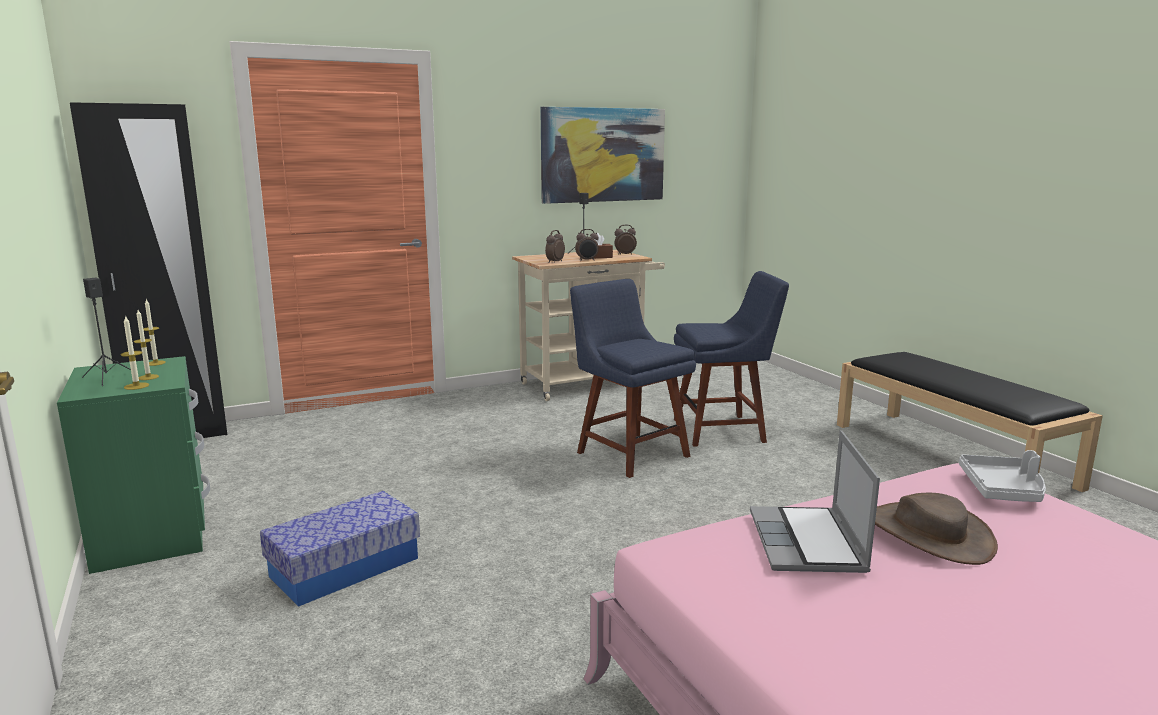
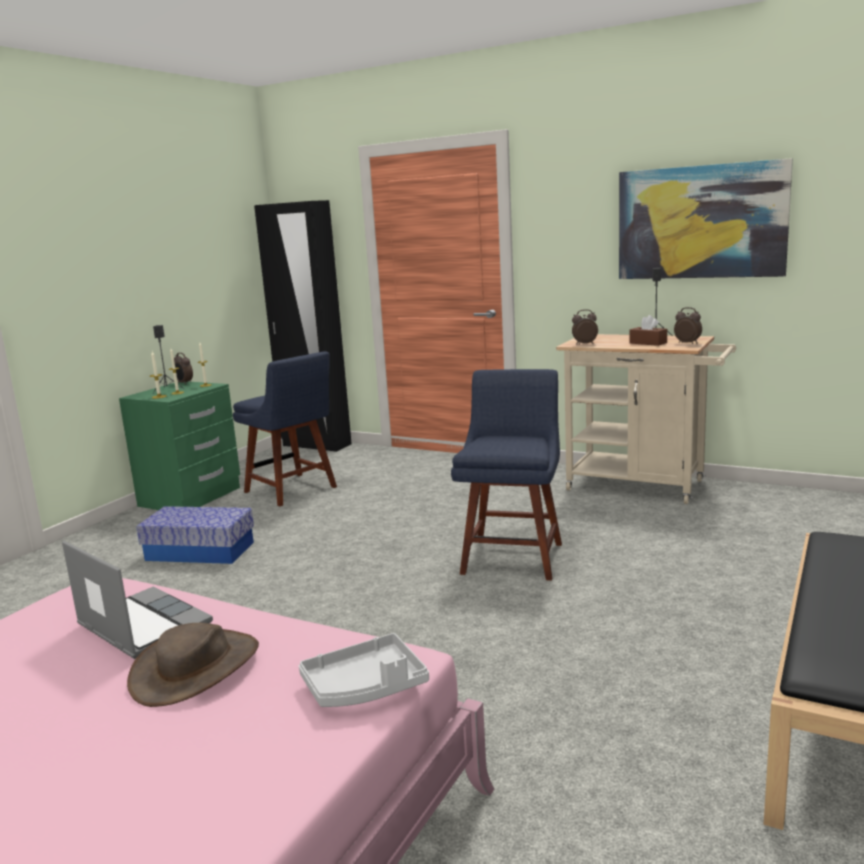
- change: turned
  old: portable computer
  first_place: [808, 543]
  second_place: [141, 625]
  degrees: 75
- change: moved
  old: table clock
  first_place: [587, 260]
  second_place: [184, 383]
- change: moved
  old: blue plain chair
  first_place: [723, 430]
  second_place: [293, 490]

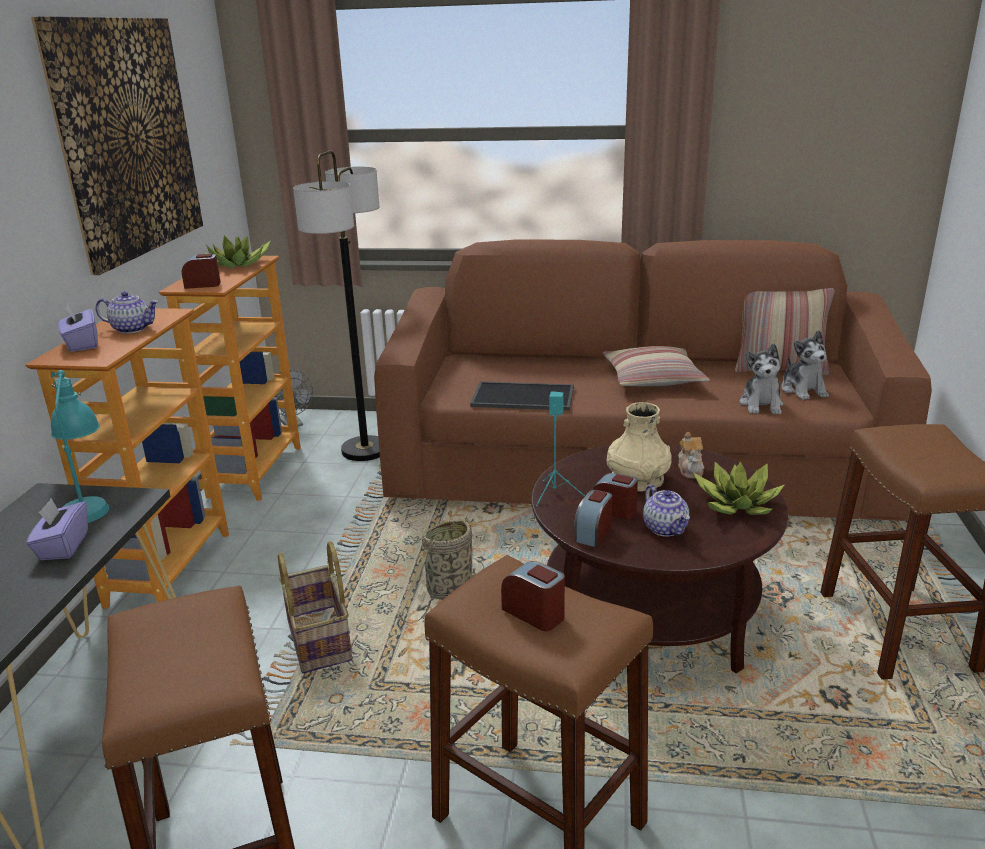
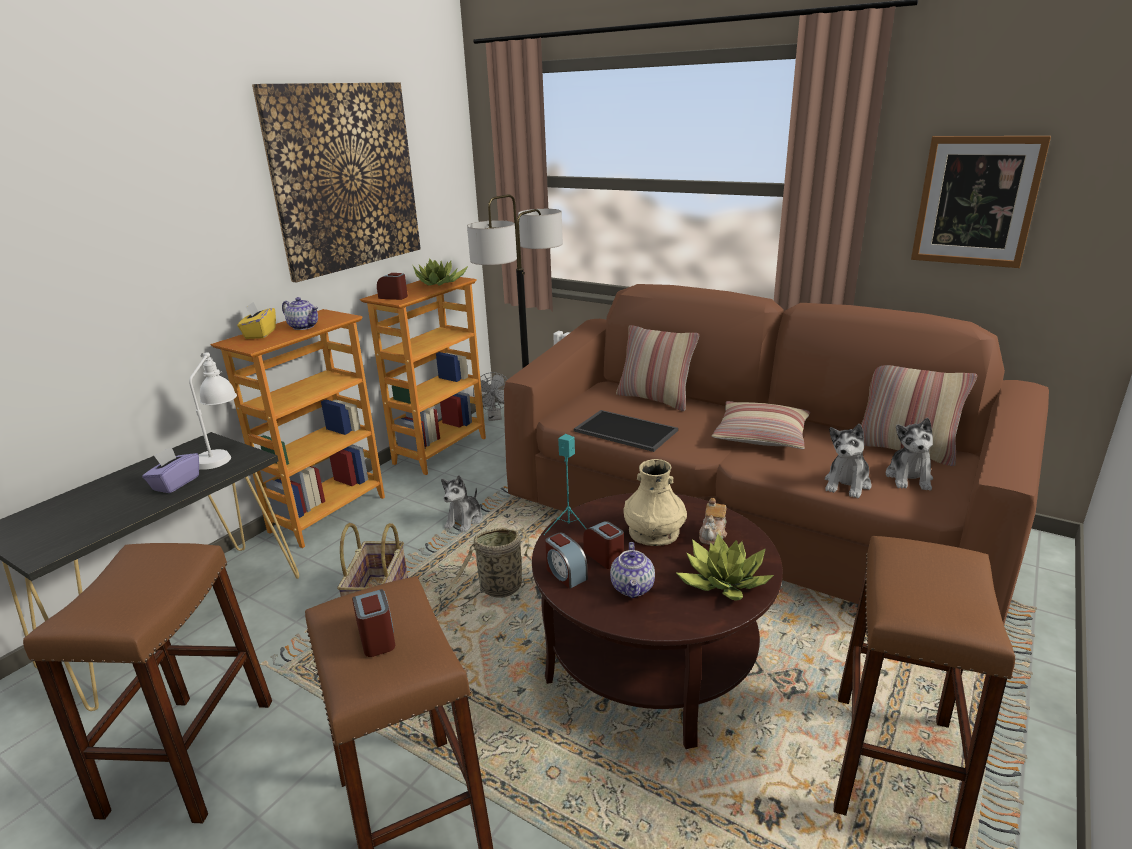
- change: recoloured
  old: turquoise-coloured tabletop lamp
  new: white-coloured tabletop lamp
  first_place: [87, 502]
  second_place: [221, 454]
- change: recoloured
  old: purple-coloured tissue box
  new: yellow-coloured tissue box
  first_place: [82, 344]
  second_place: [260, 334]
- change: added
  new: cuddly toy
  second_place: [464, 520]
- change: turned
  old: table clock
  first_place: [593, 533]
  second_place: [565, 574]
  degrees: -90
- change: added
  new: cushion
  second_place: [655, 399]
- change: added
  new: wall picture
  second_place: [976, 201]

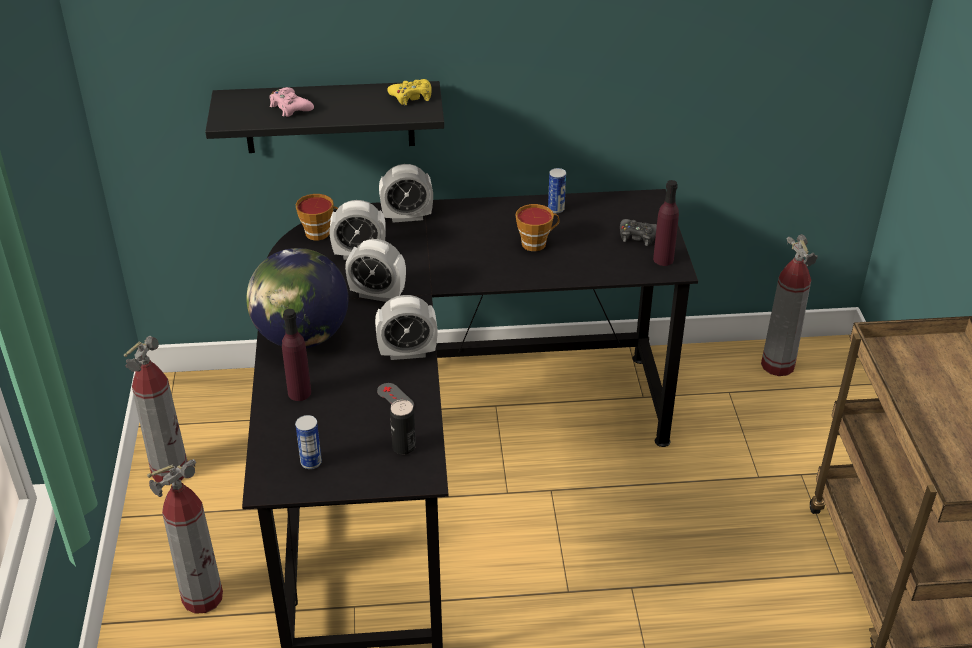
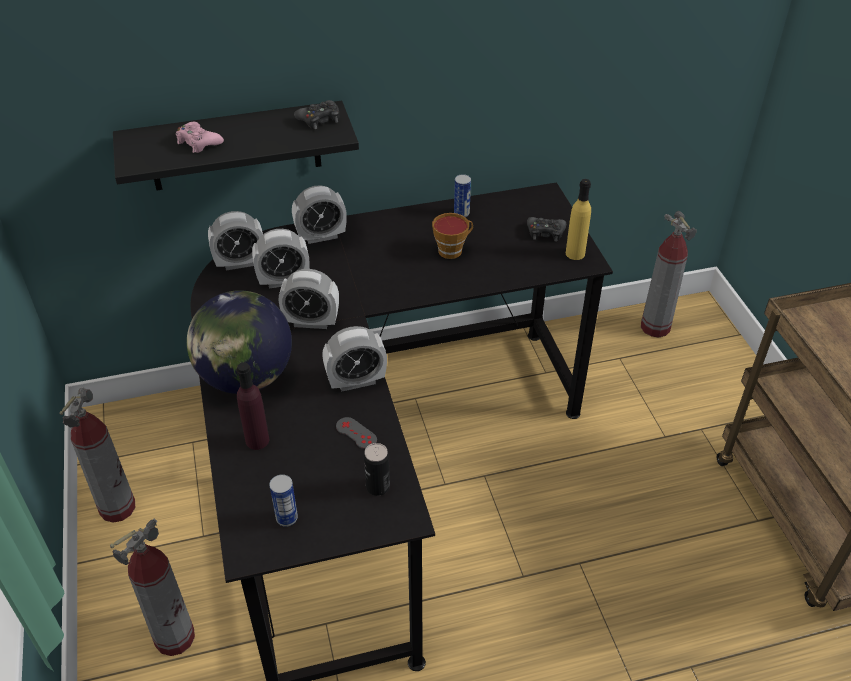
- change: replaced
  old: drinking cup
  new: table clock
  first_place: [321, 233]
  second_place: [240, 263]
- change: recoloured
  old: yellow-coloured game controller
  new: black game controller
  first_place: [412, 97]
  second_place: [319, 120]
- change: recoloured
  old: purple-coloured beverage bottle
  new: yellow-coloured beverage bottle
  first_place: [663, 259]
  second_place: [575, 253]

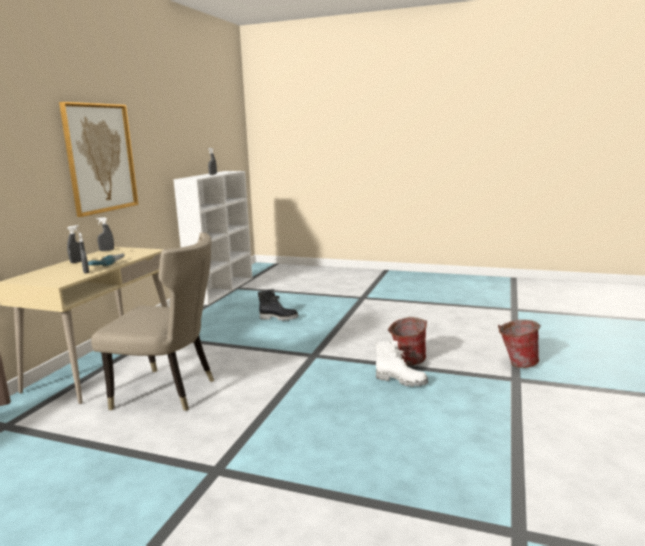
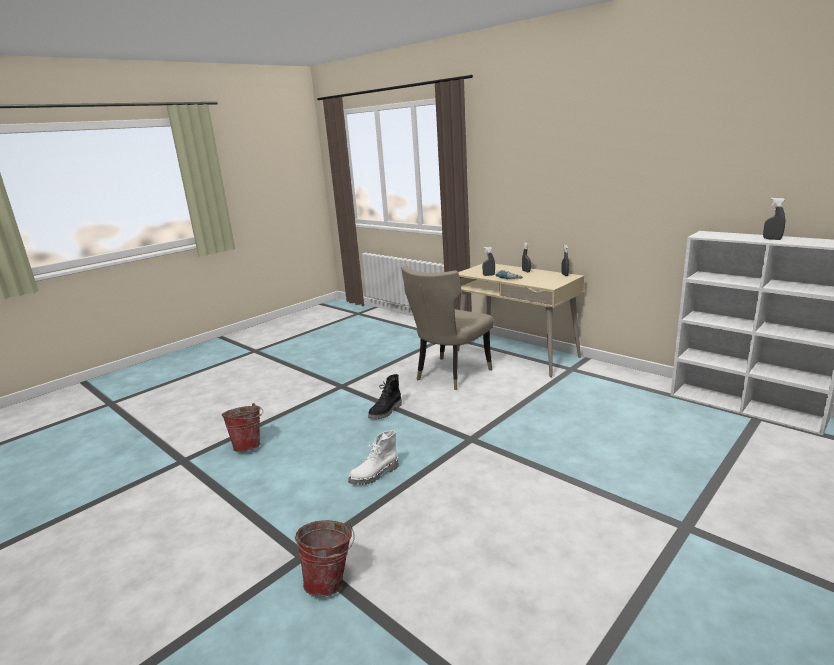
- change: moved
  old: water bucket
  first_place: [407, 362]
  second_place: [249, 445]
- change: moved
  old: black boot
  first_place: [279, 318]
  second_place: [386, 411]
- change: removed
  old: wall picture
  first_place: [100, 158]

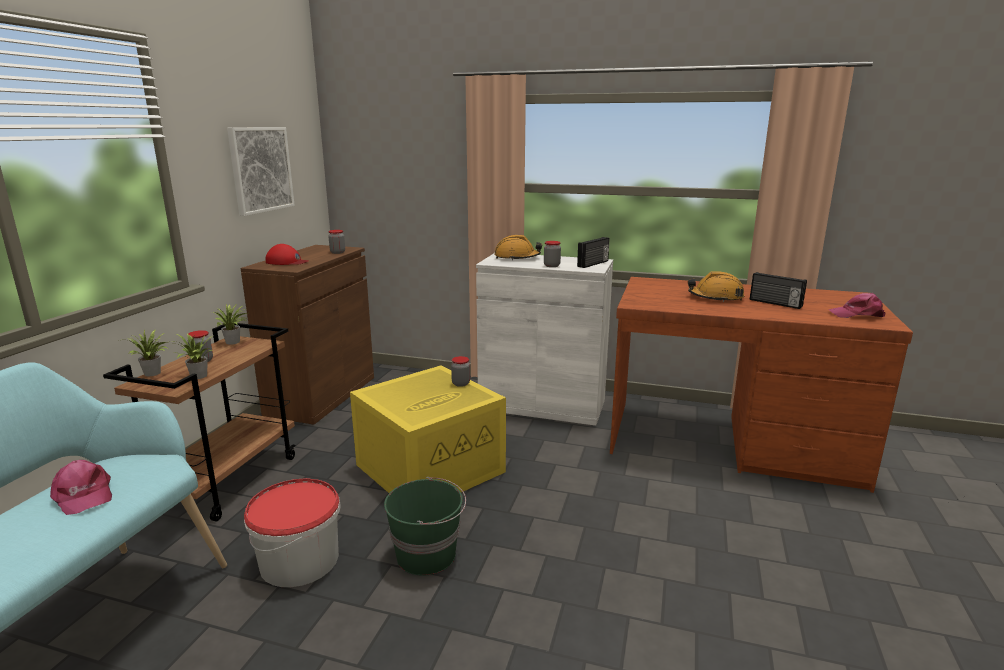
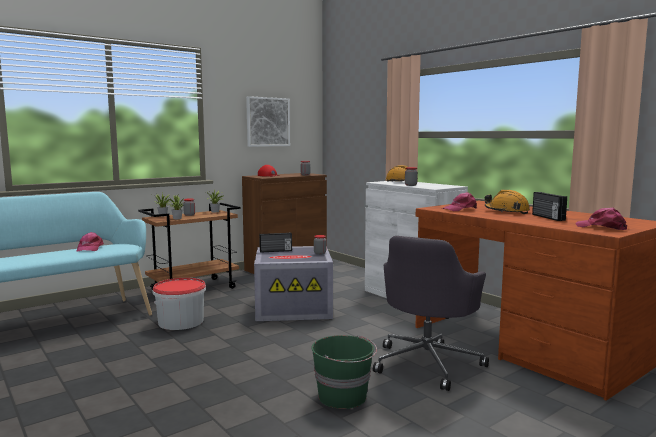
- change: recoloured
  old: yellow-coloured storage container
  new: gray storage container
  first_place: [430, 467]
  second_place: [294, 307]
- change: moved
  old: radio set
  first_place: [593, 264]
  second_place: [275, 251]
- change: moved
  old: green-coloured water bucket
  first_place: [427, 555]
  second_place: [343, 397]
- change: added
  new: gray desk chair
  second_place: [428, 363]
- change: added
  new: pink baseball cap
  second_place: [460, 209]

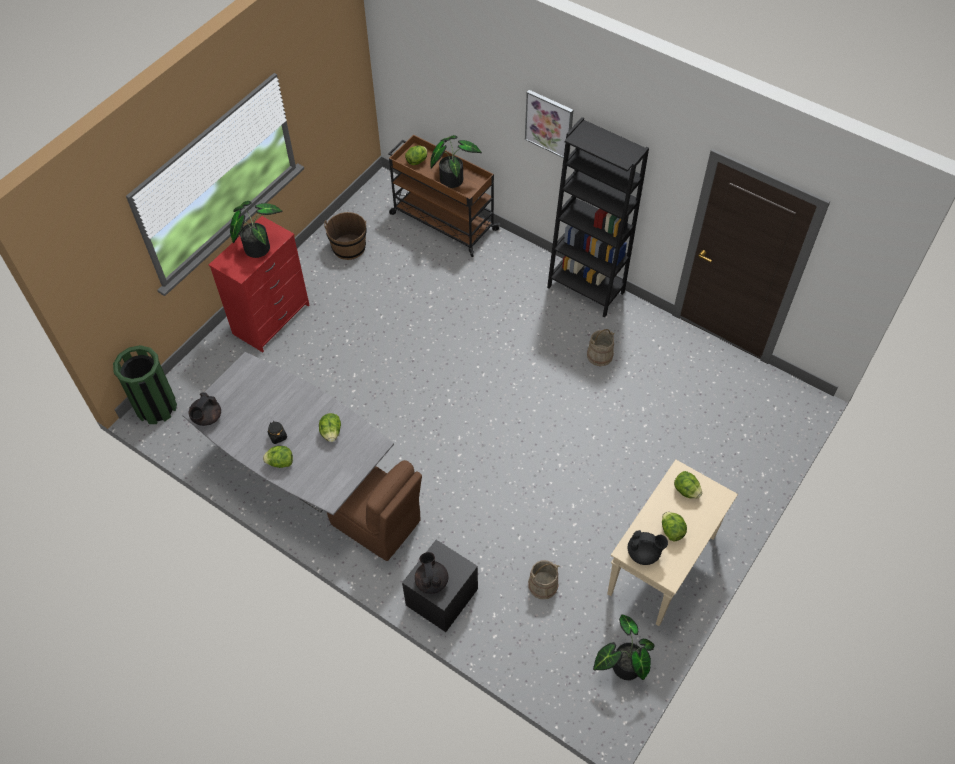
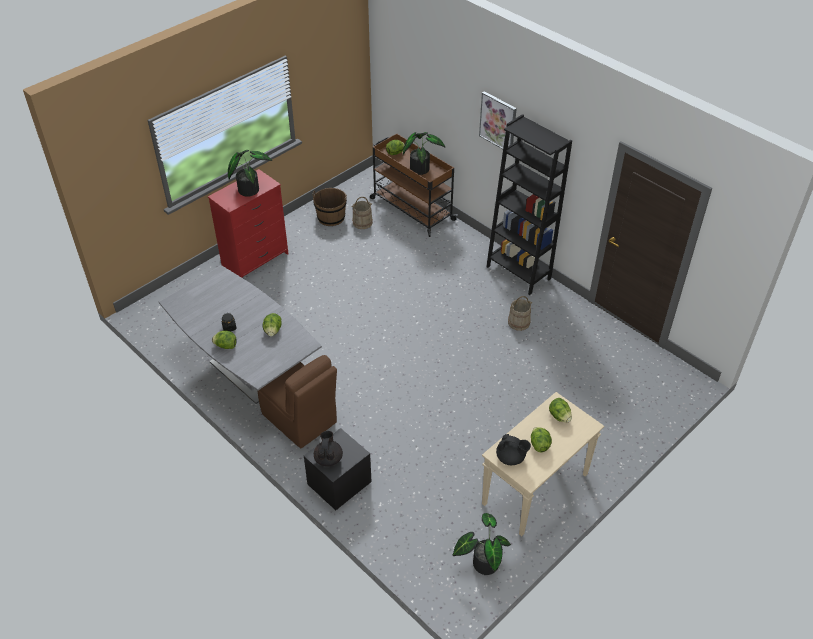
- change: moved
  old: sand-coloured water bucket
  first_place: [543, 585]
  second_place: [362, 222]
- change: removed
  old: green-coloured rubbish bin
  first_place: [156, 407]
- change: removed
  old: black pot for tea
  first_place: [206, 418]

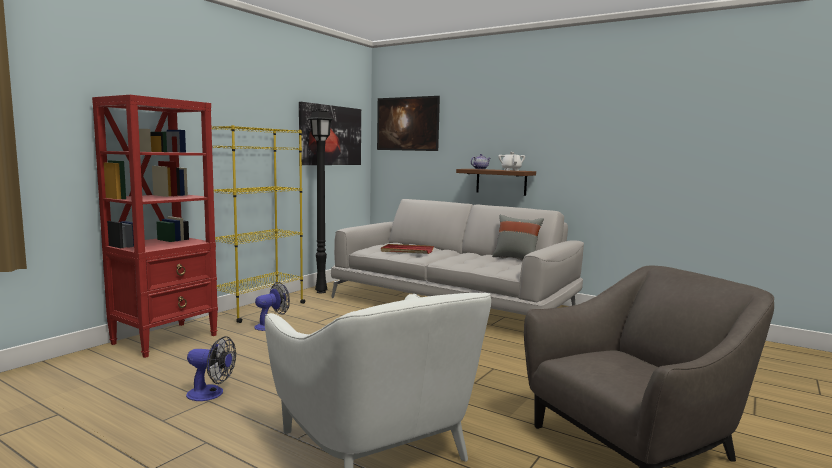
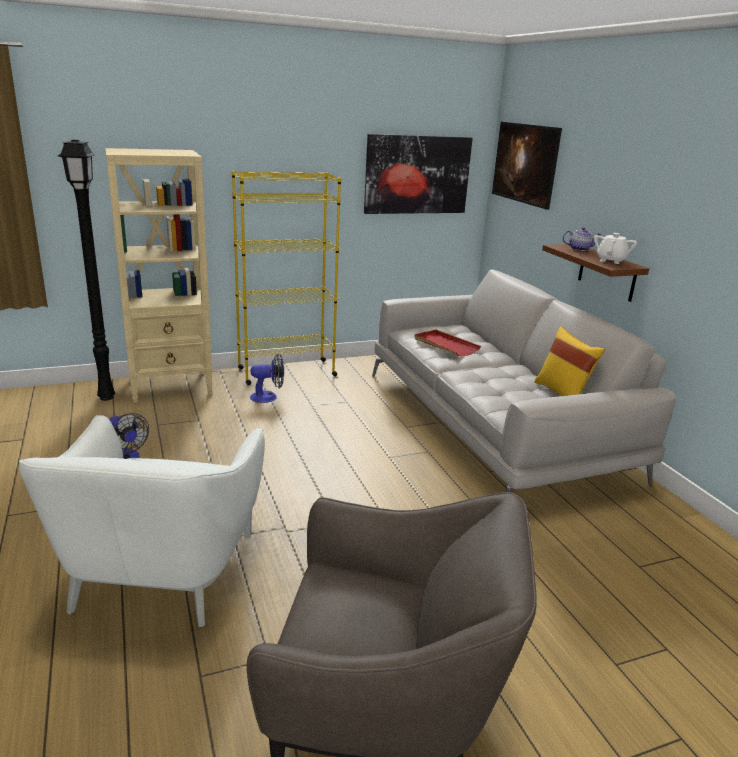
- change: moved
  old: black standard lamp
  first_place: [321, 292]
  second_place: [105, 398]
- change: recoloured
  old: red shelving unit
  new: sand-coloured shelving unit
  first_place: [166, 339]
  second_place: [171, 386]
- change: recoloured
  old: gray cushion
  new: yellow-coloured cushion
  first_place: [516, 258]
  second_place: [563, 393]

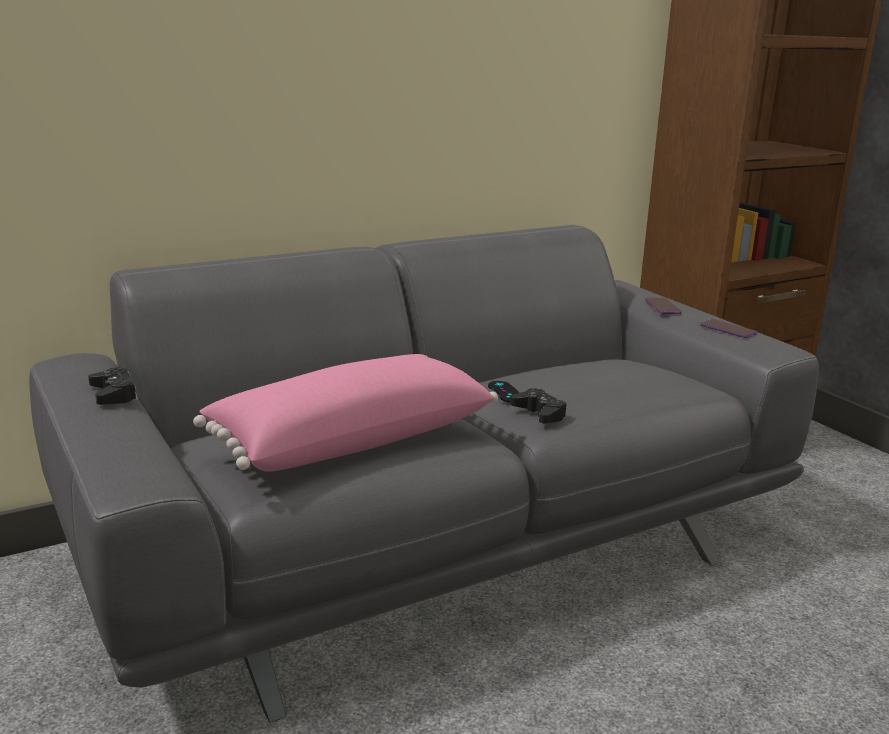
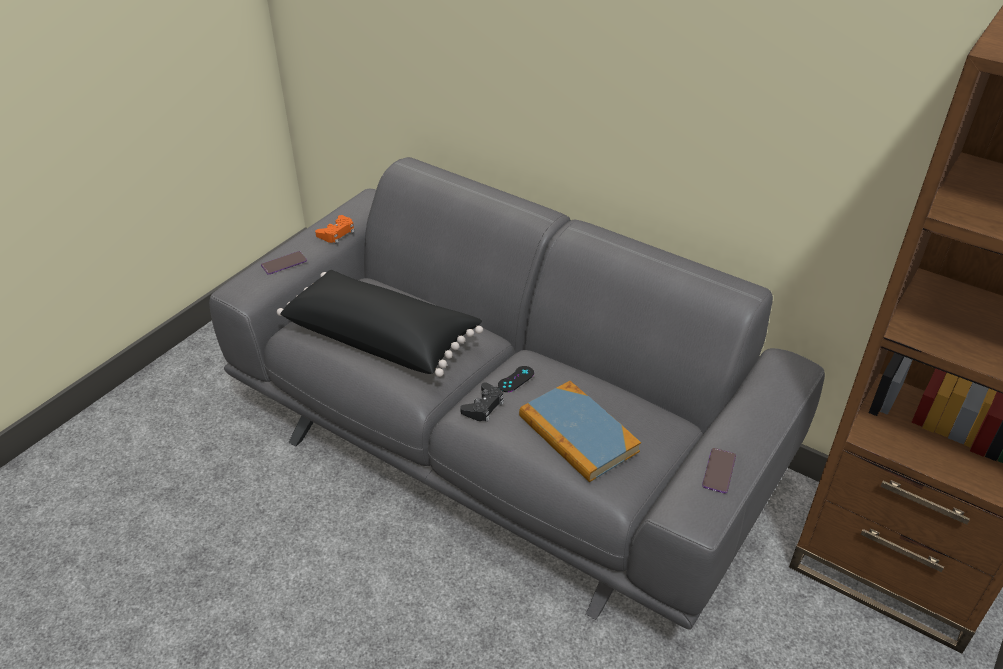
- change: moved
  old: handset
  first_place: [662, 307]
  second_place: [284, 263]
- change: recoloured
  old: pink cushion
  new: black cushion
  first_place: [350, 439]
  second_place: [382, 337]
- change: recoloured
  old: black game controller
  new: orange game controller
  first_place: [114, 394]
  second_place: [337, 233]
- change: added
  new: volume
  second_place: [578, 434]

